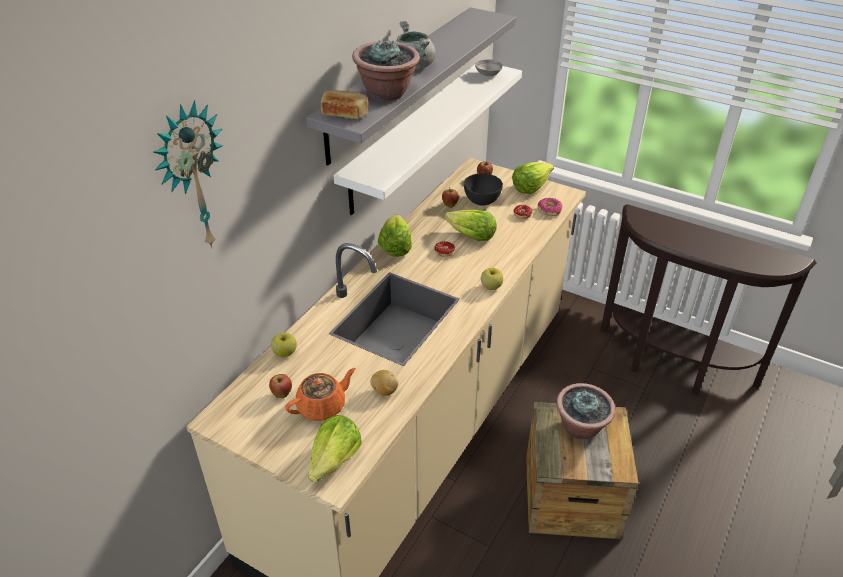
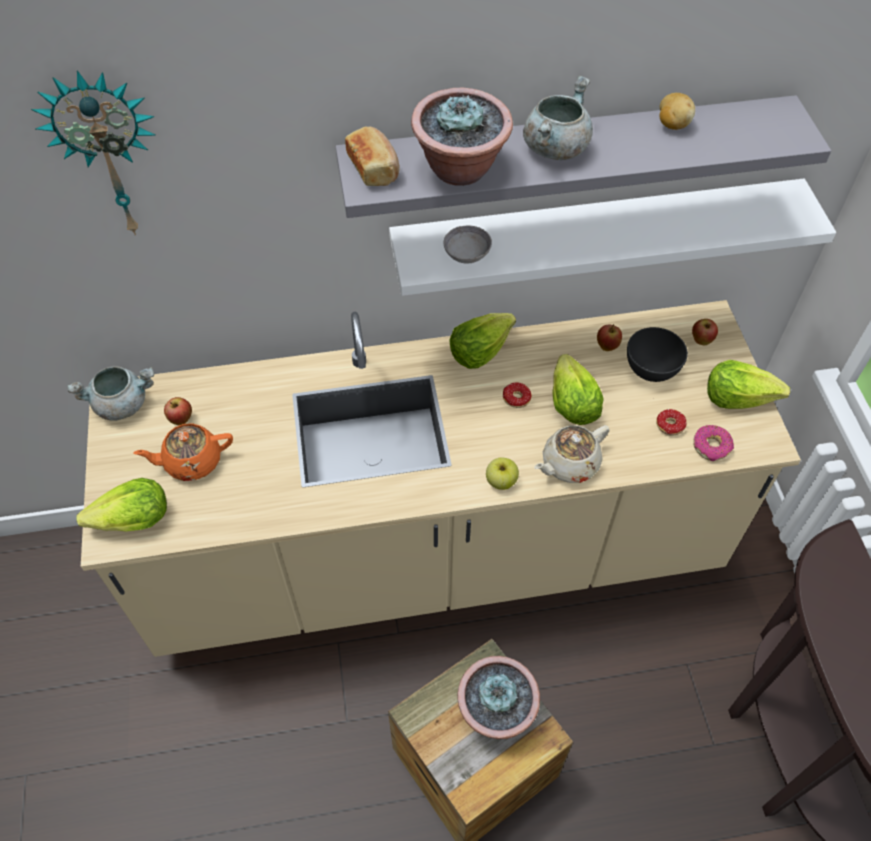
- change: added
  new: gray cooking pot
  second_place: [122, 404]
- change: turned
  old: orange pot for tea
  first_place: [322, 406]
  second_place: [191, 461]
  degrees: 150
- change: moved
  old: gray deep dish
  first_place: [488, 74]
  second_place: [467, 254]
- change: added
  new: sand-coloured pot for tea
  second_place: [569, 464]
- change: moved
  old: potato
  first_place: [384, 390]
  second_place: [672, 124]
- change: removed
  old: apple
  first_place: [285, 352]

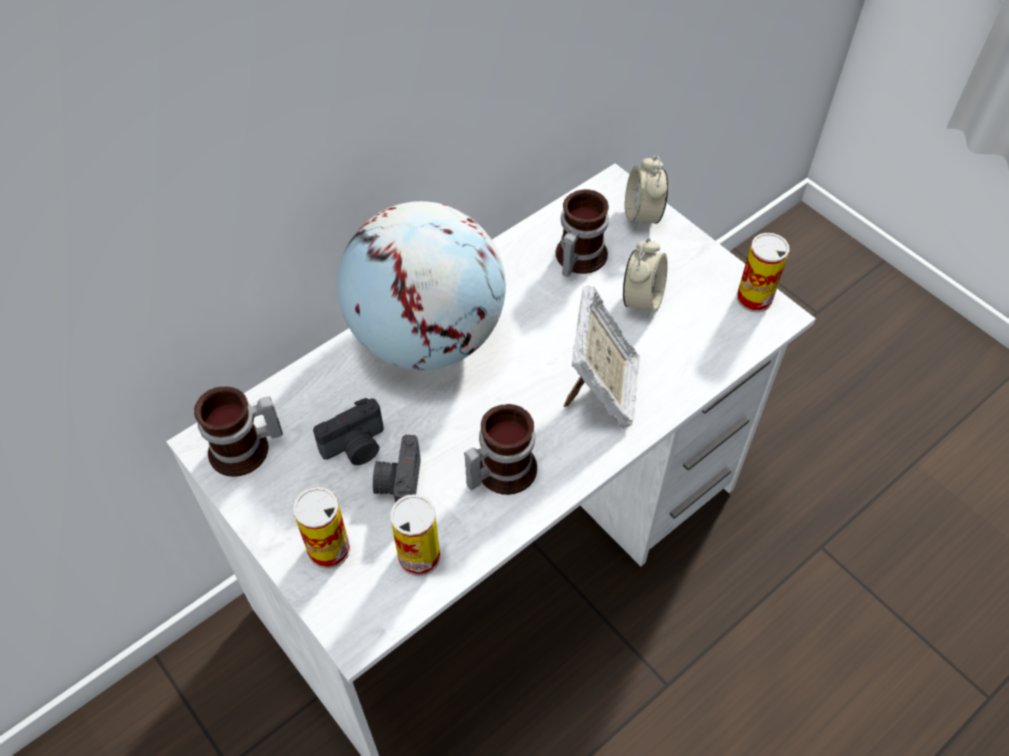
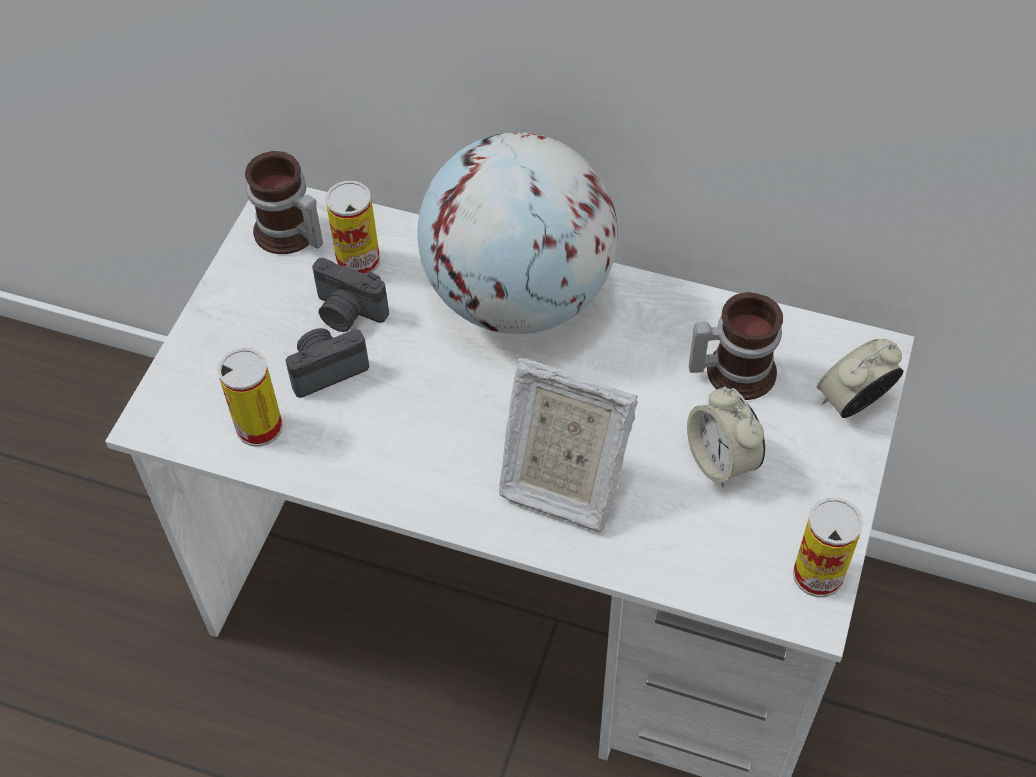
- change: moved
  old: metal can
  first_place: [329, 549]
  second_place: [358, 260]
- change: turned
  old: picture frame
  first_place: [602, 392]
  second_place: [561, 483]
  degrees: 45
- change: turned
  old: table clock
  first_place: [642, 300]
  second_place: [721, 461]
  degrees: 75
- change: removed
  old: tea mug
  first_place: [499, 470]

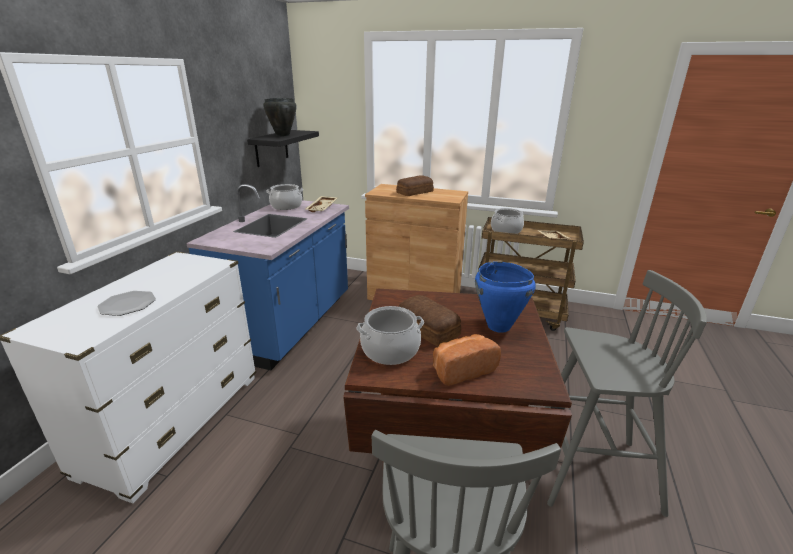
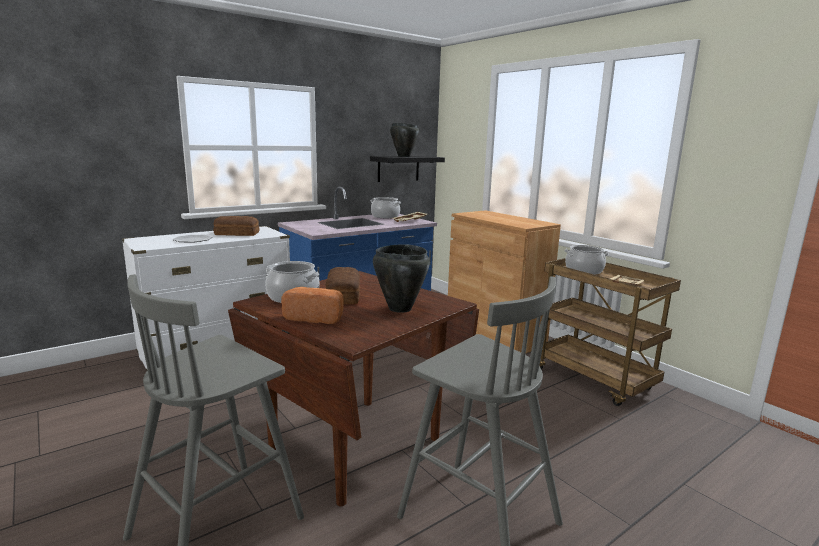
- change: moved
  old: bread
  first_place: [414, 192]
  second_place: [236, 233]
- change: recoloured
  old: blue cooking pot
  new: black cooking pot
  first_place: [498, 326]
  second_place: [399, 308]

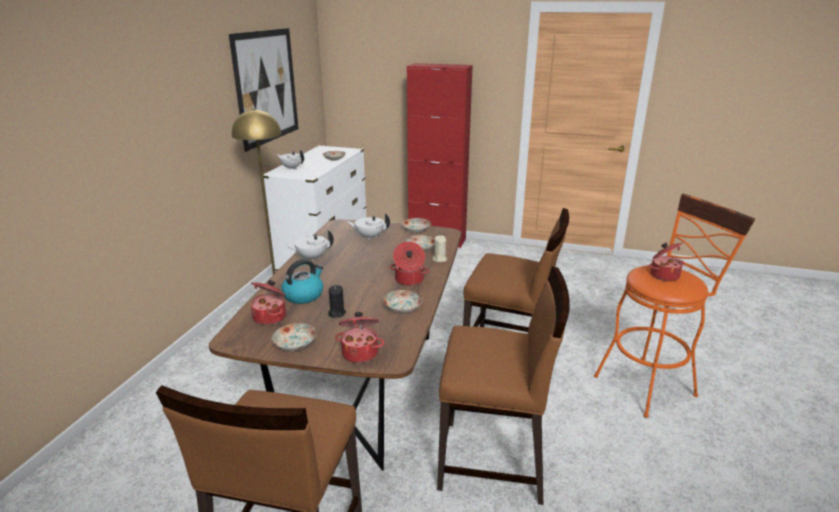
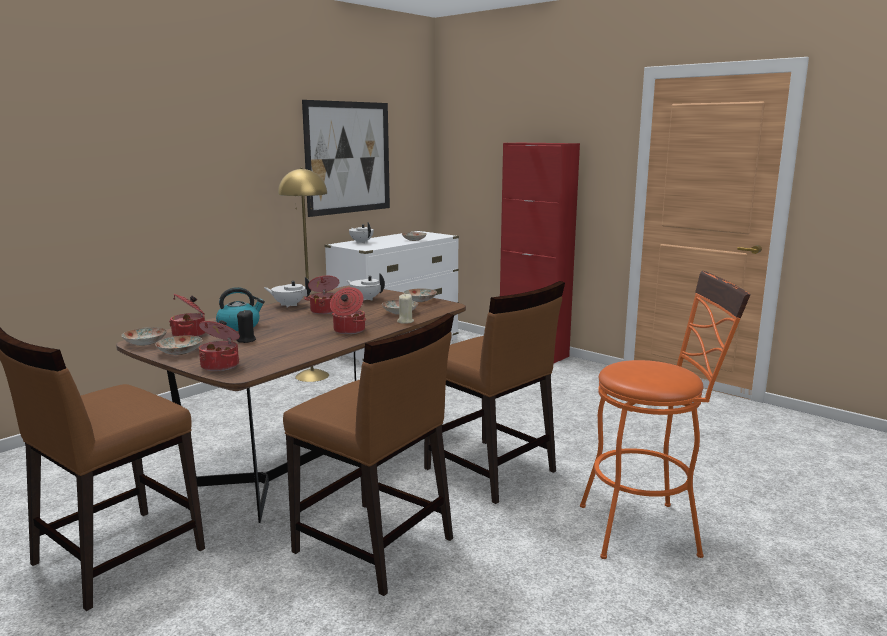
- change: moved
  old: flat dish
  first_place: [403, 308]
  second_place: [145, 343]
- change: moved
  old: cooking pot
  first_place: [663, 275]
  second_place: [325, 311]

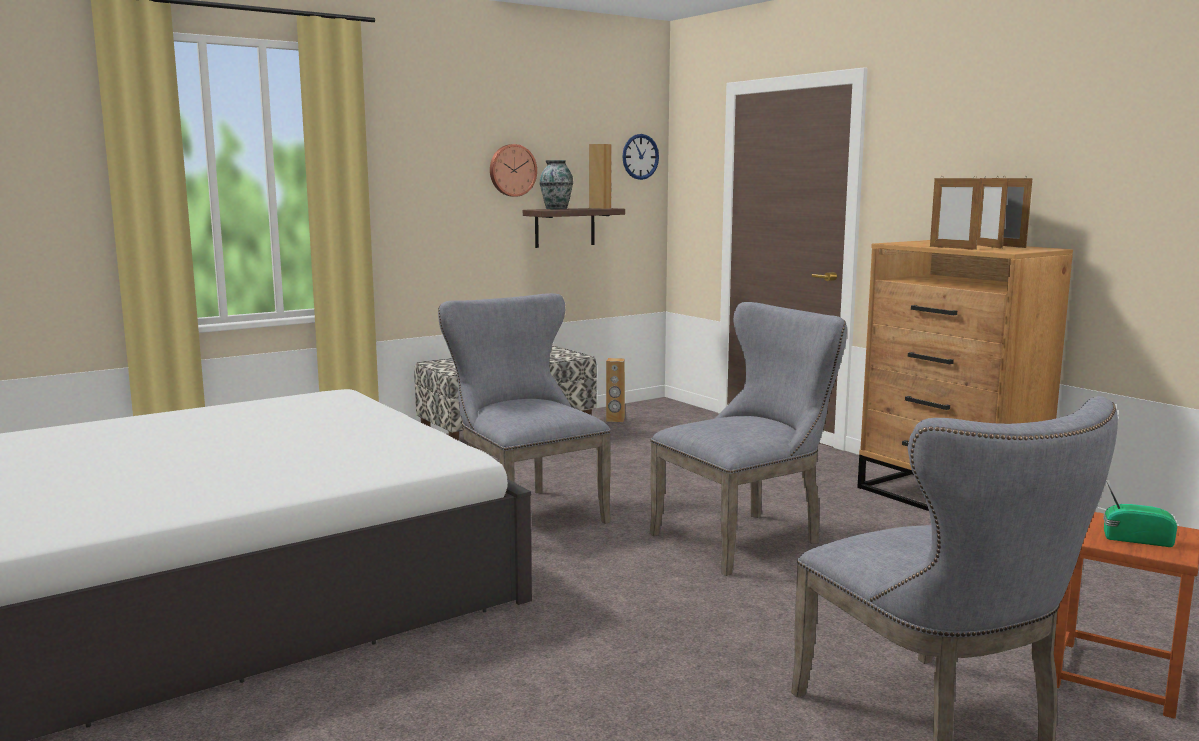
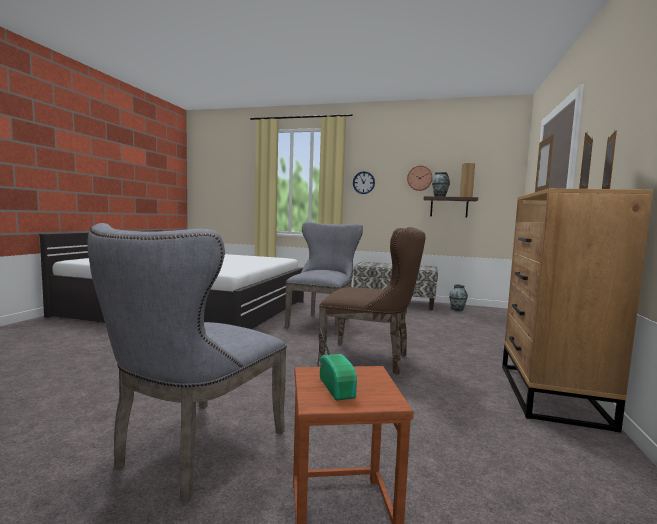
- change: recoloured
  old: gray plain chair
  new: brown-coloured plain chair
  first_place: [746, 538]
  second_place: [371, 359]
- change: moved
  old: wall clock
  first_place: [640, 156]
  second_place: [363, 182]
- change: replaced
  old: brown-coloured loudspeaker
  new: flower vase
  first_place: [615, 420]
  second_place: [457, 309]

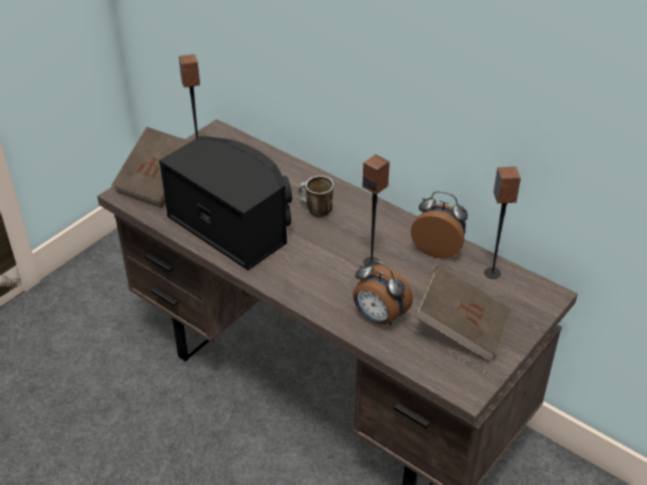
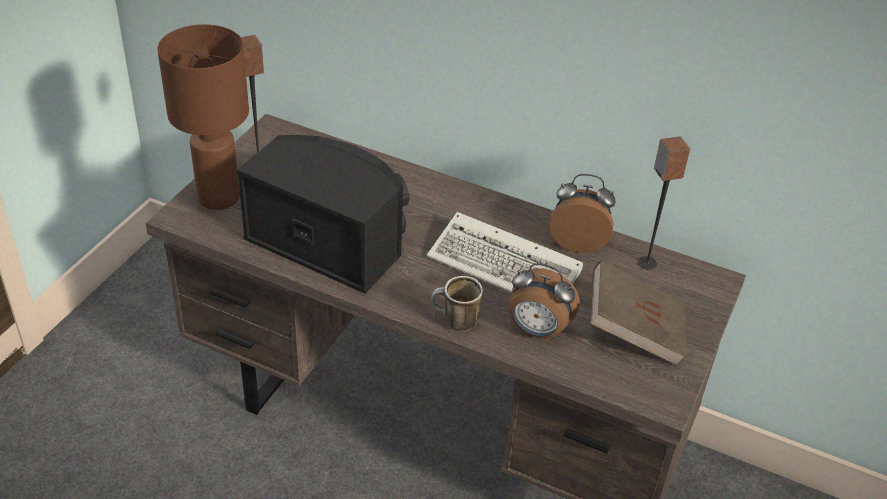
- change: replaced
  old: brown-coloured volume
  new: brown-coloured tabletop lamp
  first_place: [157, 182]
  second_place: [217, 198]
- change: replaced
  old: loudspeaker
  new: PC keyboard
  first_place: [371, 262]
  second_place: [507, 266]
- change: moved
  old: tea mug
  first_place: [315, 211]
  second_place: [454, 322]

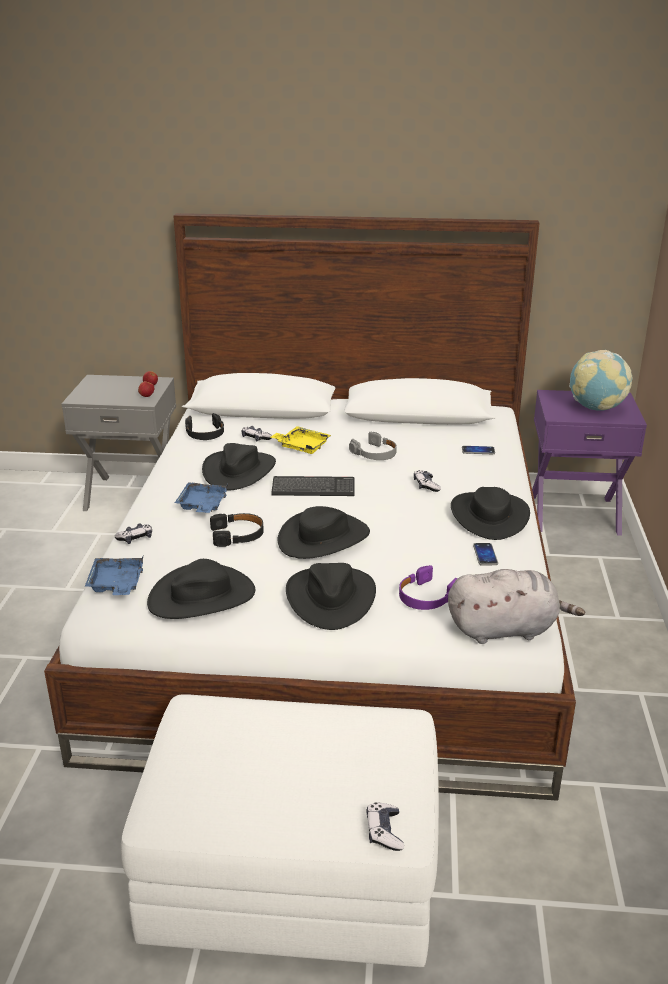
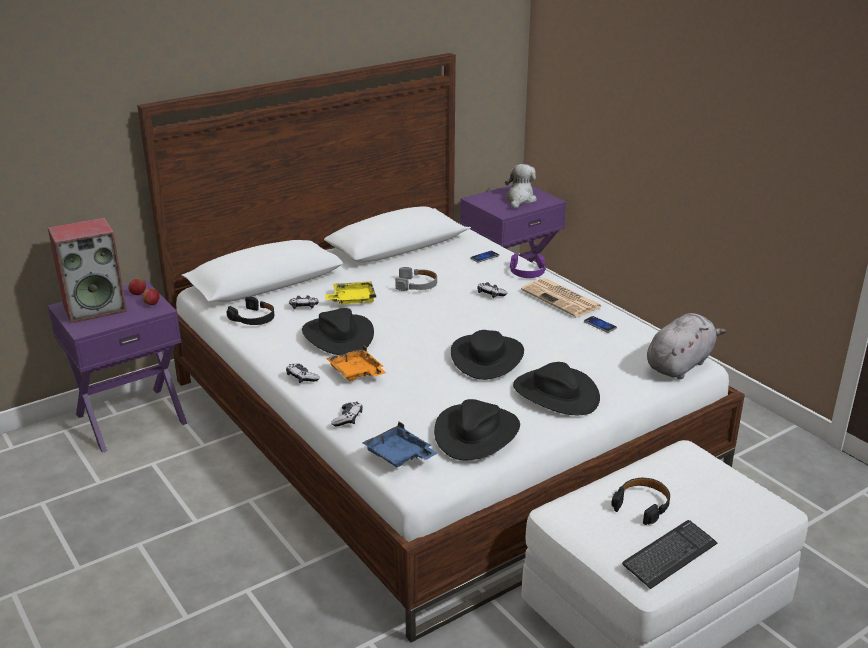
- change: added
  new: loudspeaker
  second_place: [95, 308]
- change: recoloured
  old: gray bedside table
  new: purple-coloured bedside table
  first_place: [132, 494]
  second_place: [130, 418]
- change: moved
  old: game controller
  first_place: [384, 832]
  second_place: [302, 378]
- change: recoloured
  old: blue tray
  new: orange tray
  first_place: [202, 505]
  second_place: [356, 373]
- change: replaced
  old: world globe
  new: cuddly toy
  first_place: [596, 408]
  second_place: [519, 200]
- change: moved
  old: purple-coloured headphones
  first_place: [426, 597]
  second_place: [527, 272]
- change: replaced
  old: black clothing hat
  new: printed paper
  first_place: [489, 516]
  second_place: [562, 299]
- change: moved
  old: black headphones
  first_place: [237, 535]
  second_place: [642, 505]
- change: moved
  old: PC keyboard
  first_place: [313, 488]
  second_place: [669, 555]

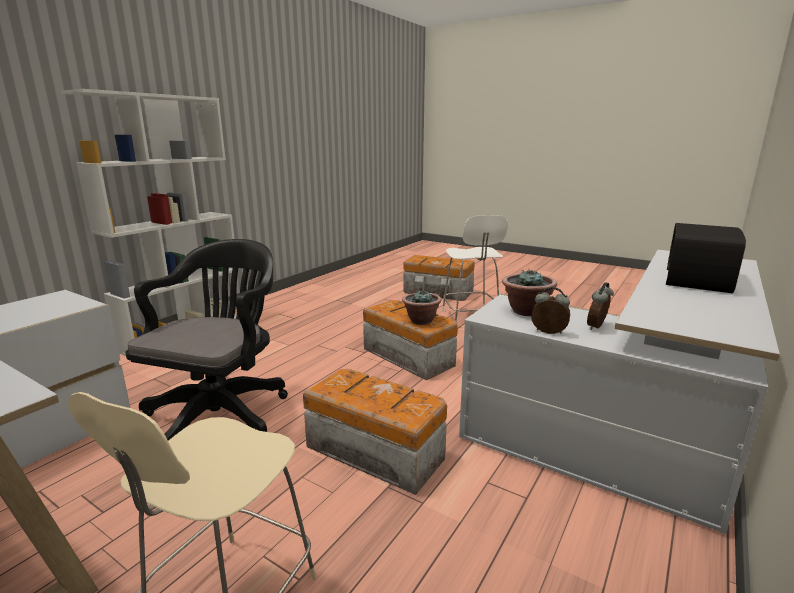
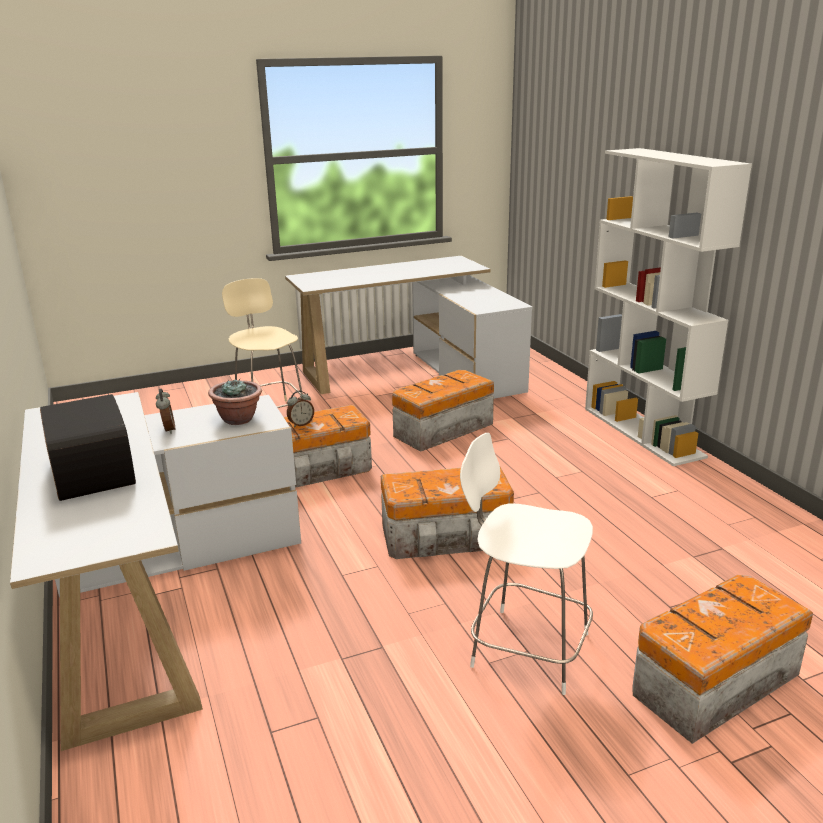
- change: moved
  old: table clock
  first_place: [548, 332]
  second_place: [301, 424]
- change: replaced
  old: black desk chair
  new: storage container
  first_place: [221, 414]
  second_place: [441, 430]
- change: removed
  old: plant in a pot
  first_place: [421, 321]

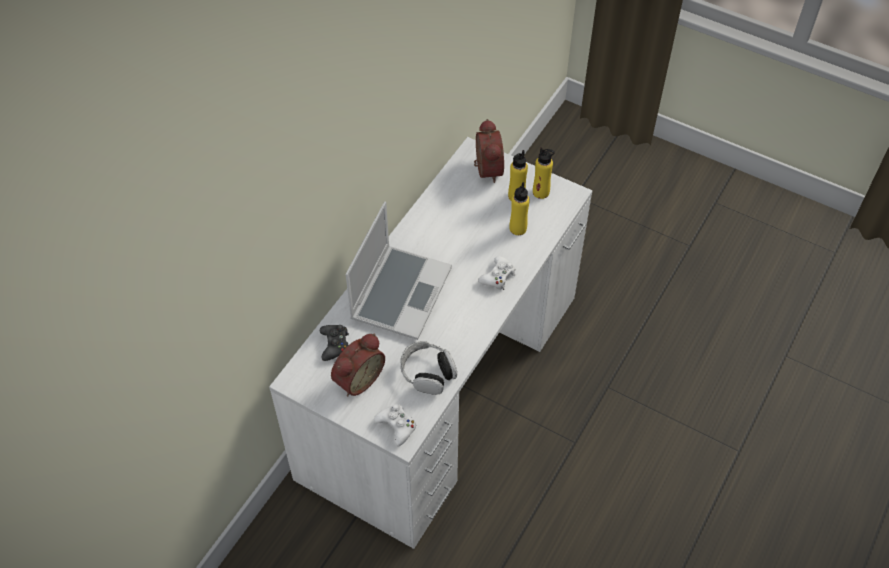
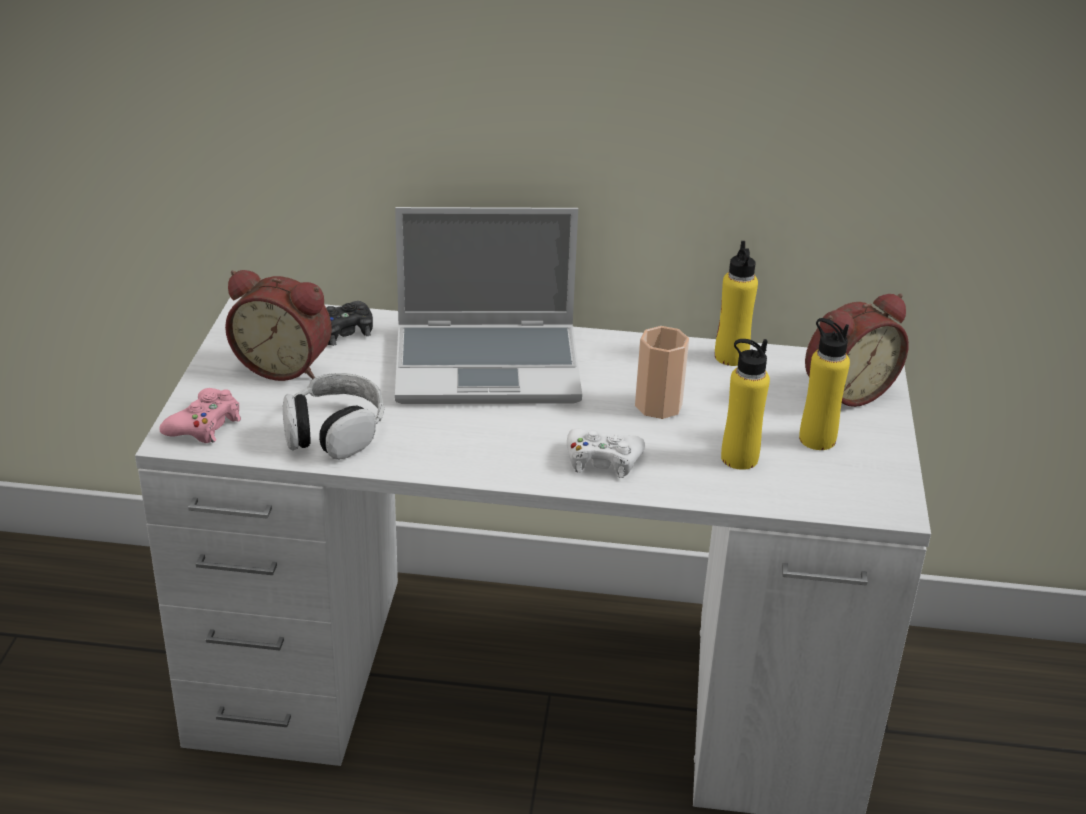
- change: recoloured
  old: white-coloured game controller
  new: pink game controller
  first_place: [397, 426]
  second_place: [204, 425]
- change: added
  new: drinking cup
  second_place: [658, 406]
- change: moved
  old: yellow-coloured beverage bottle
  first_place: [541, 192]
  second_place: [731, 357]

